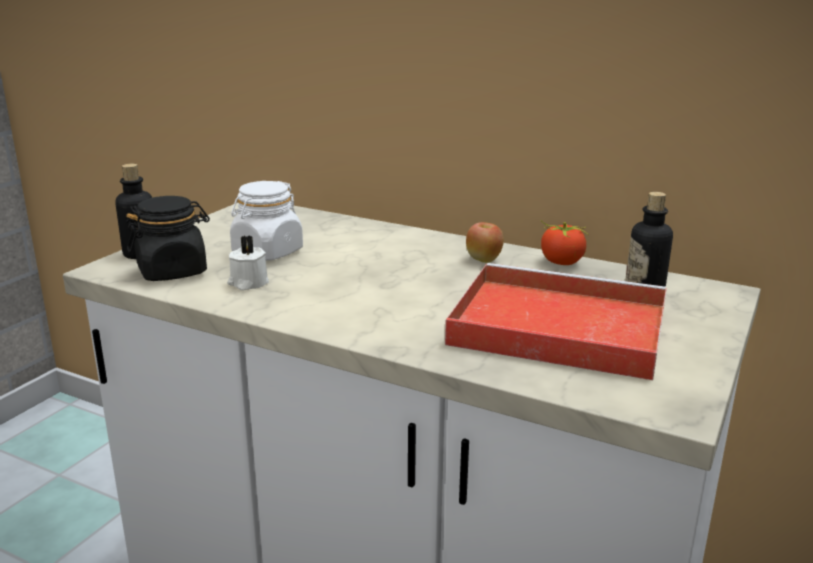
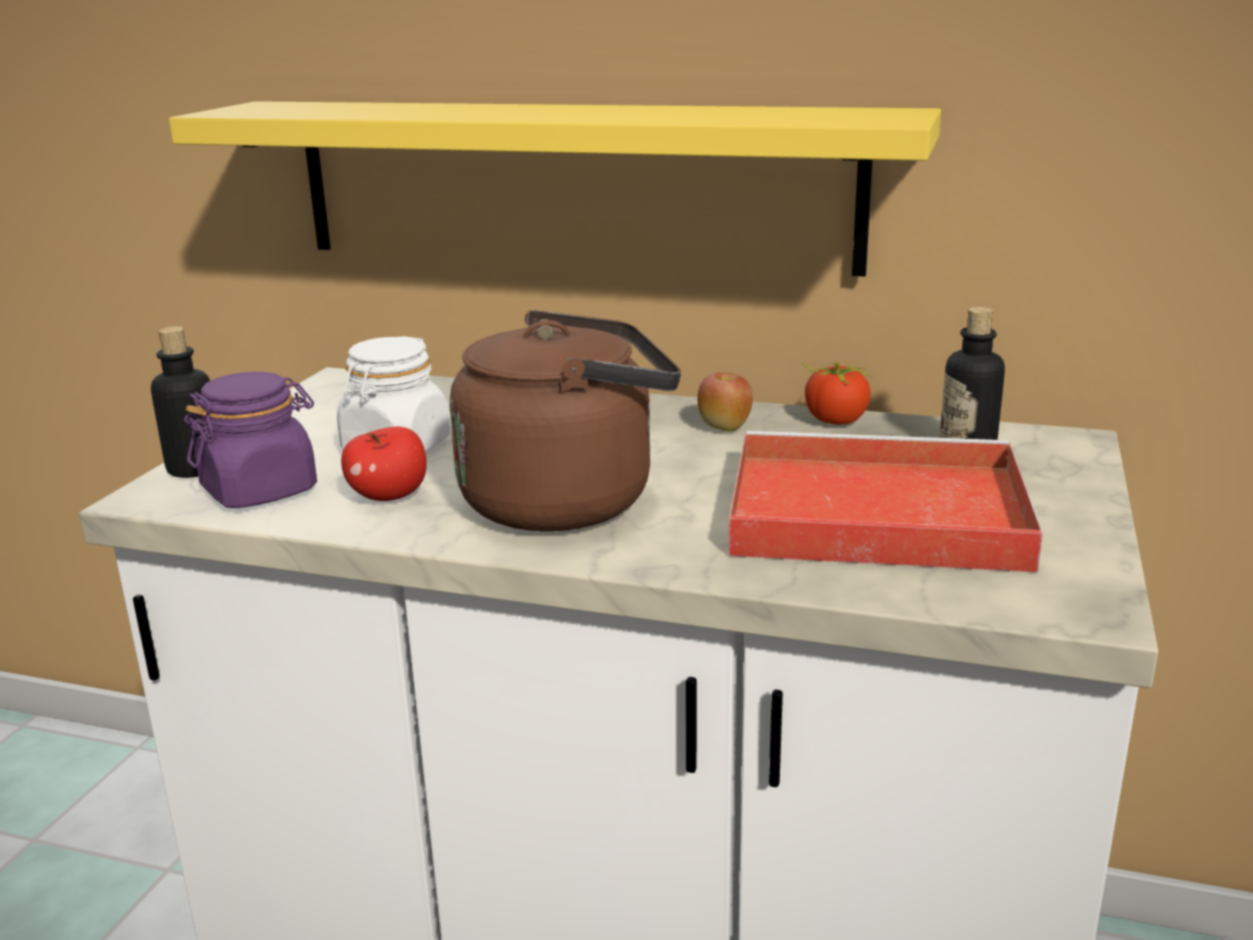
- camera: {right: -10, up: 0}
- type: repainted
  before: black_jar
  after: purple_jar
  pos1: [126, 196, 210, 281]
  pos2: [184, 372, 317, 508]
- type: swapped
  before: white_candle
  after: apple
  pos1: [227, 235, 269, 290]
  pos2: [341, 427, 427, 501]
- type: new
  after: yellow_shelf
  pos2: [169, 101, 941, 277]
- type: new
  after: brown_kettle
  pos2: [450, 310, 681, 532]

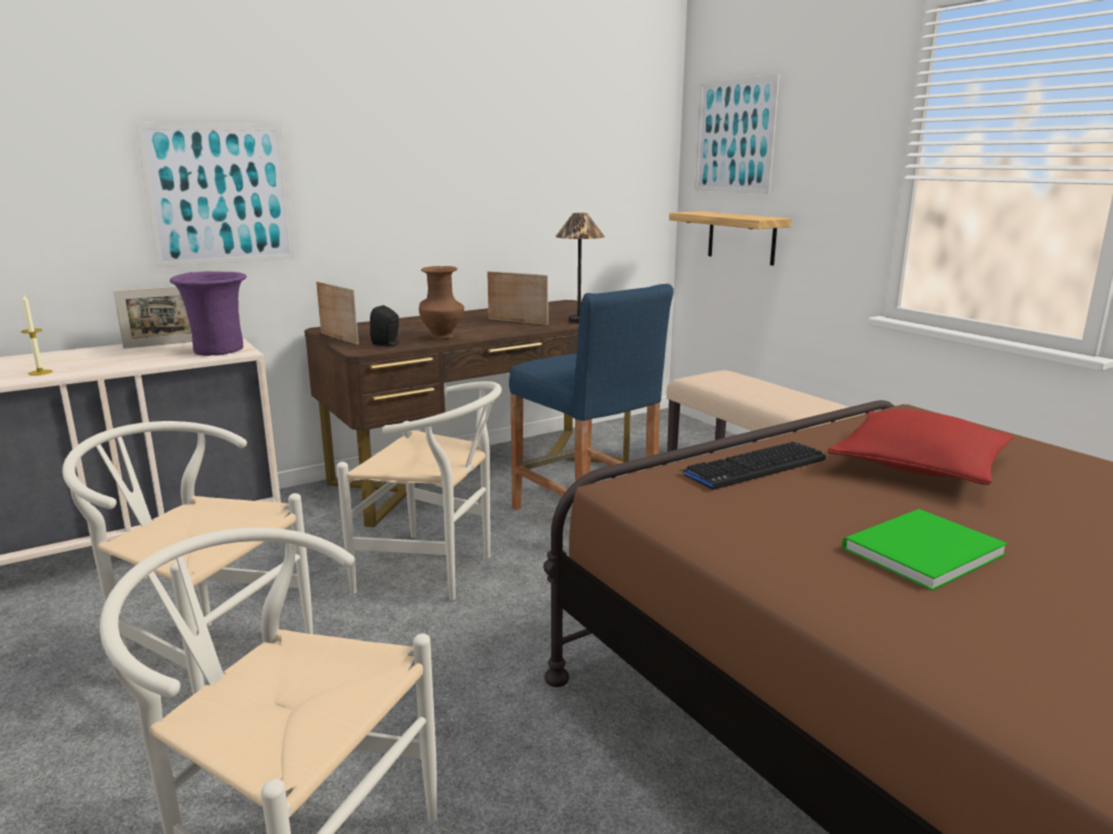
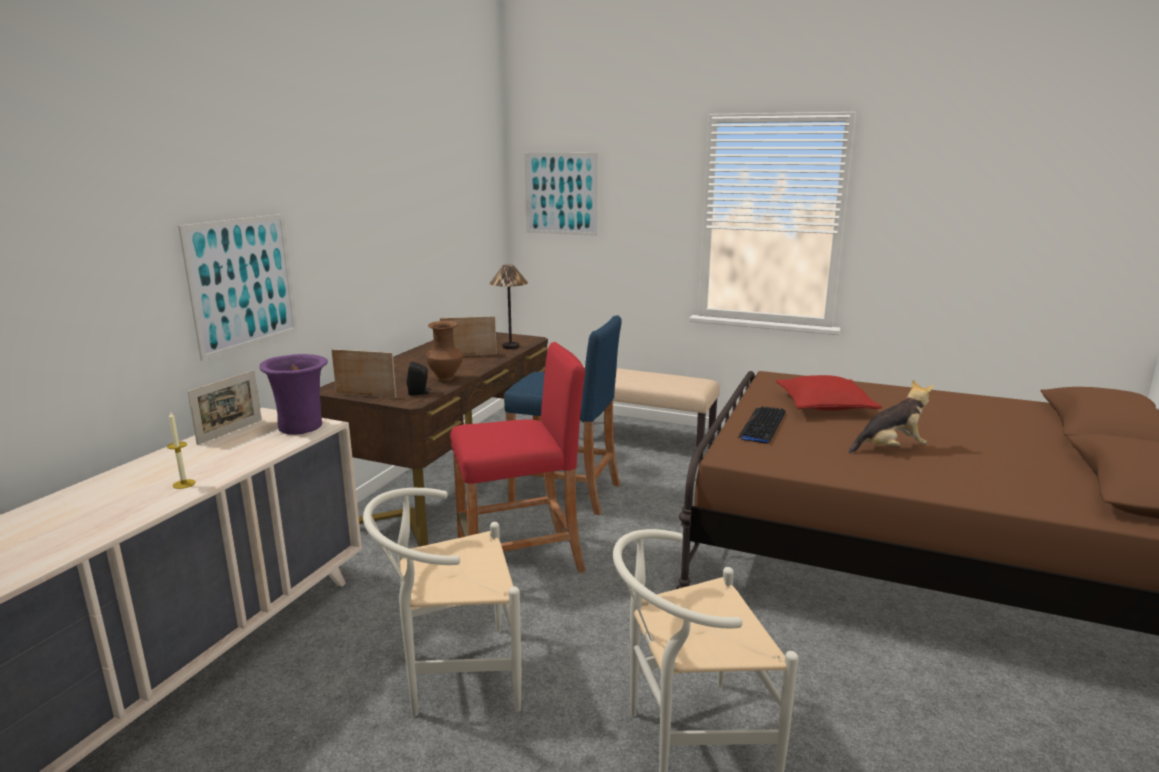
- camera: {right: -35, up: 0}
- type: swapped
  before: white_chair
  after: red_stool
  pos1: [336, 381, 502, 600]
  pos2: [450, 342, 586, 573]
- type: gone
  before: shelf
  pos1: [669, 211, 791, 265]
- type: swapped
  before: green_book
  after: plush_toy
  pos1: [842, 509, 1008, 591]
  pos2: [848, 380, 934, 454]

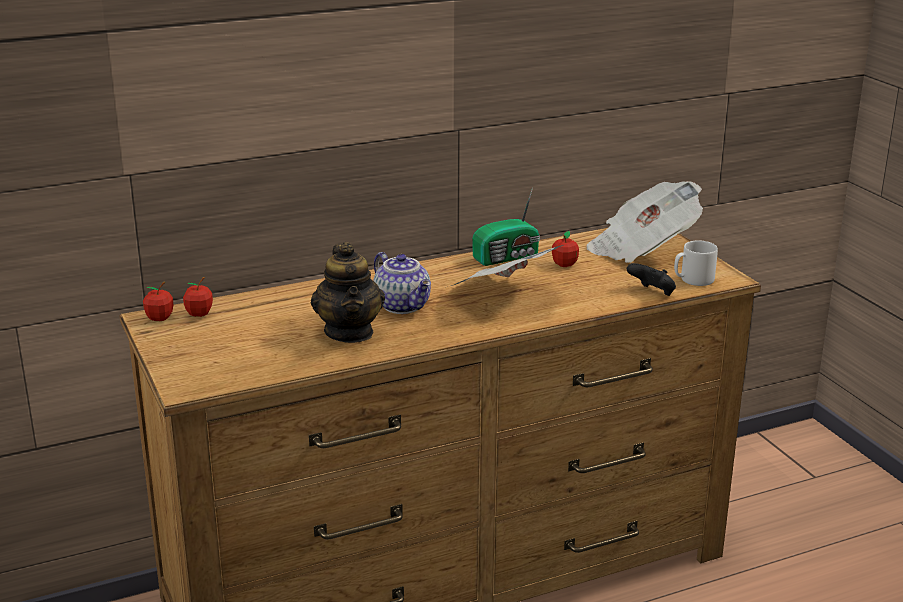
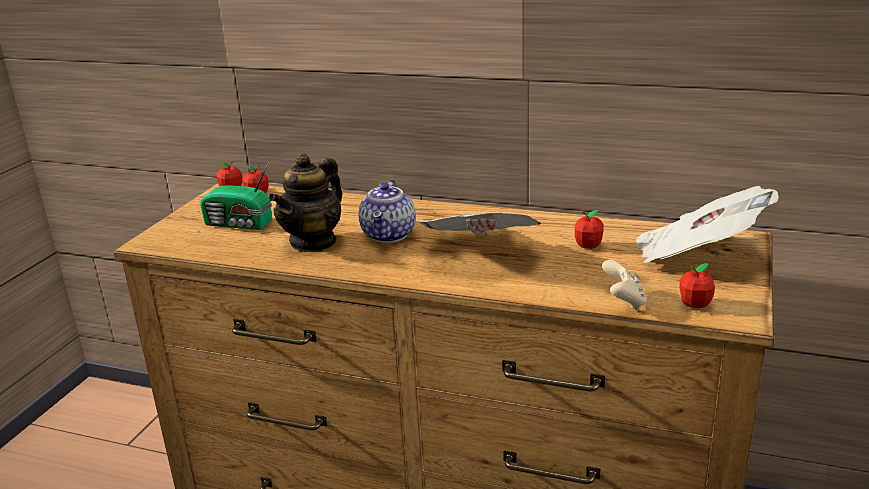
- camera: {right: 45, up: 0}
- type: shifted
  before: radio
  pos1: [472, 187, 540, 266]
  pos2: [200, 159, 272, 230]
- type: repainted
  before: black_game_controller
  after: beige_game_controller
  pos1: [627, 263, 676, 296]
  pos2: [602, 260, 647, 311]
- type: swapped
  before: white_mug
  after: apple
  pos1: [674, 240, 718, 286]
  pos2: [679, 263, 715, 308]

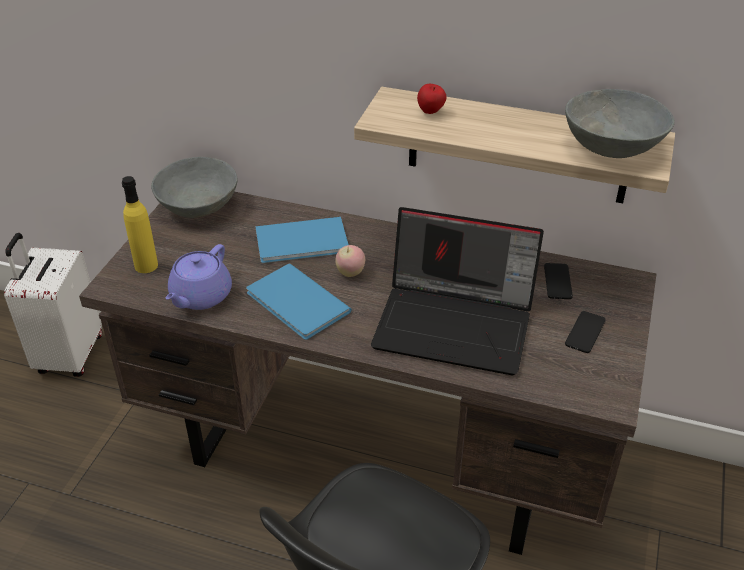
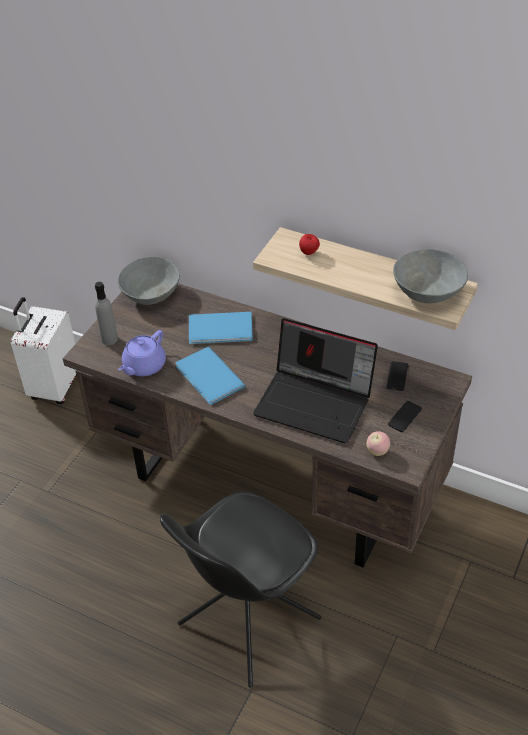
- camera: {right: 10, up: 5}
- type: repainted
  before: yellow_bottle
  after: grey_bottle
  pos1: [122, 176, 158, 273]
  pos2: [95, 282, 118, 345]
- type: shifted
  before: apple
  pos1: [335, 245, 365, 277]
  pos2: [366, 431, 390, 456]

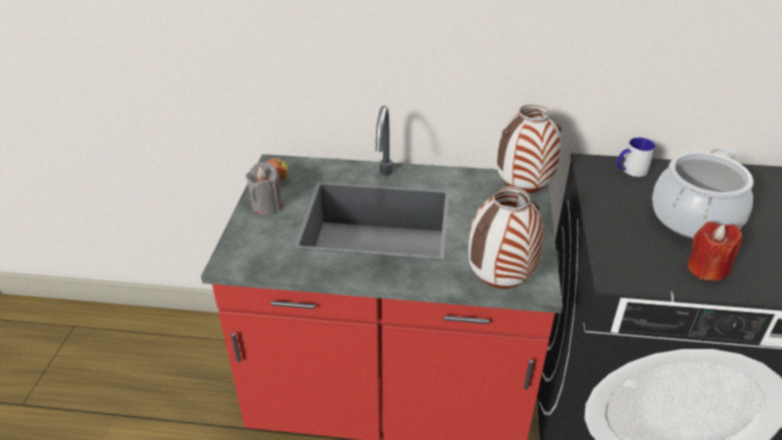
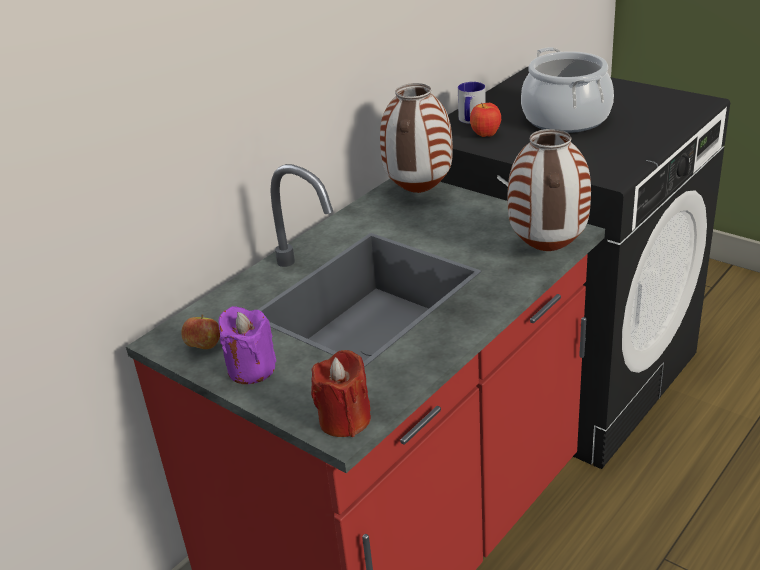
- camera: {right: -55, up: -5}
- type: repainted
  before: grey_candle
  after: purple_candle
  pos1: [246, 162, 283, 215]
  pos2: [219, 306, 276, 384]
- type: shifted
  before: red_candle
  pos1: [687, 222, 742, 281]
  pos2: [311, 350, 371, 437]
- type: new
  after: apple
  pos2: [470, 103, 501, 137]

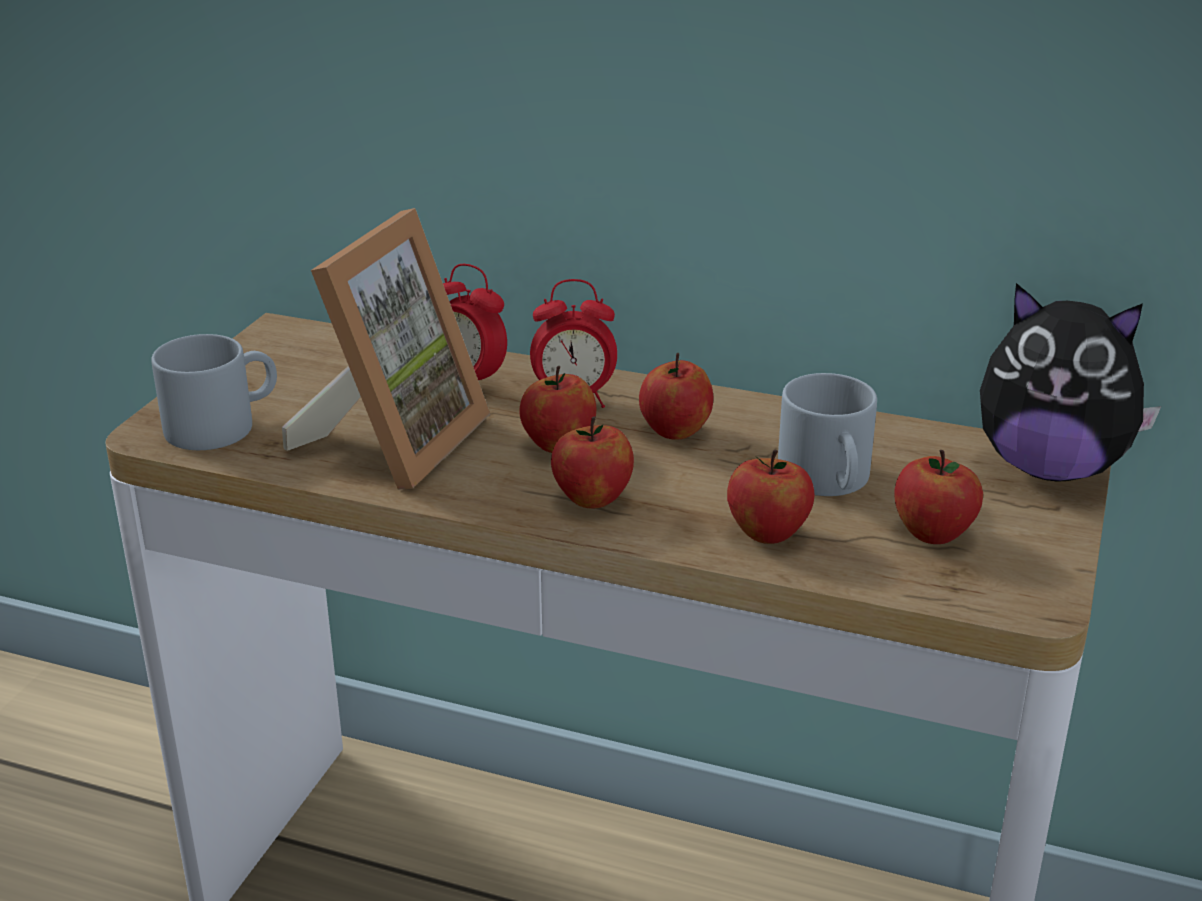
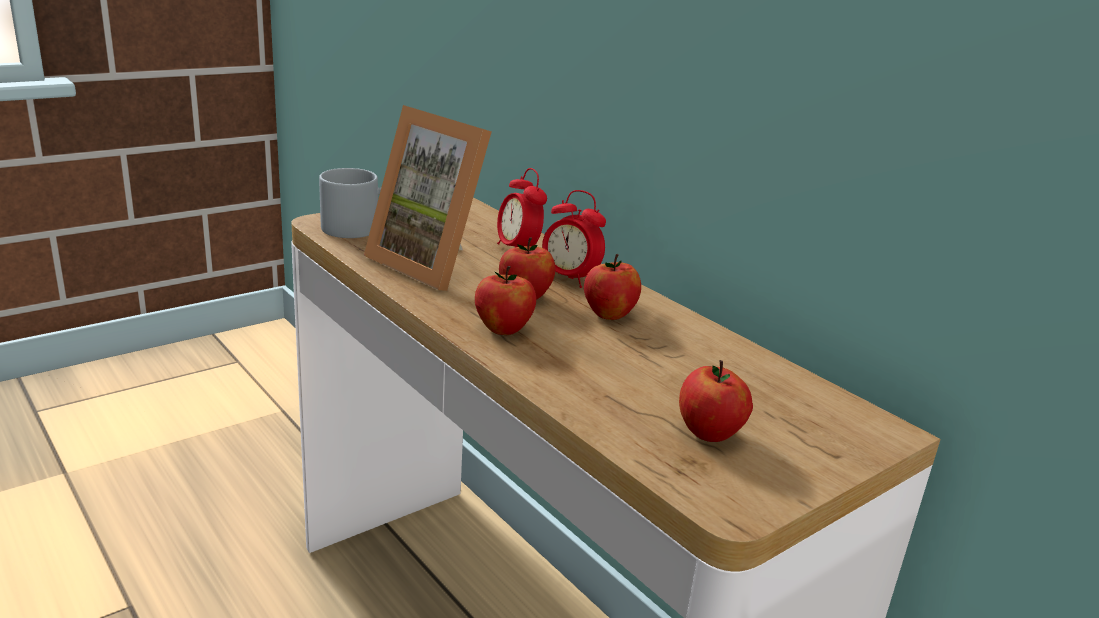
- camera: {right: 30, up: -5}
- type: rotated
  before: picture_frame
  pos1: [282, 208, 490, 490]
  pos2: [364, 105, 491, 291]
  turn: 75
- type: gone
  before: apple
  pos1: [727, 450, 814, 544]
- type: gone
  before: grey_mug
  pos1: [778, 373, 877, 496]
- type: gone
  before: plush_toy
  pos1: [980, 283, 1161, 482]

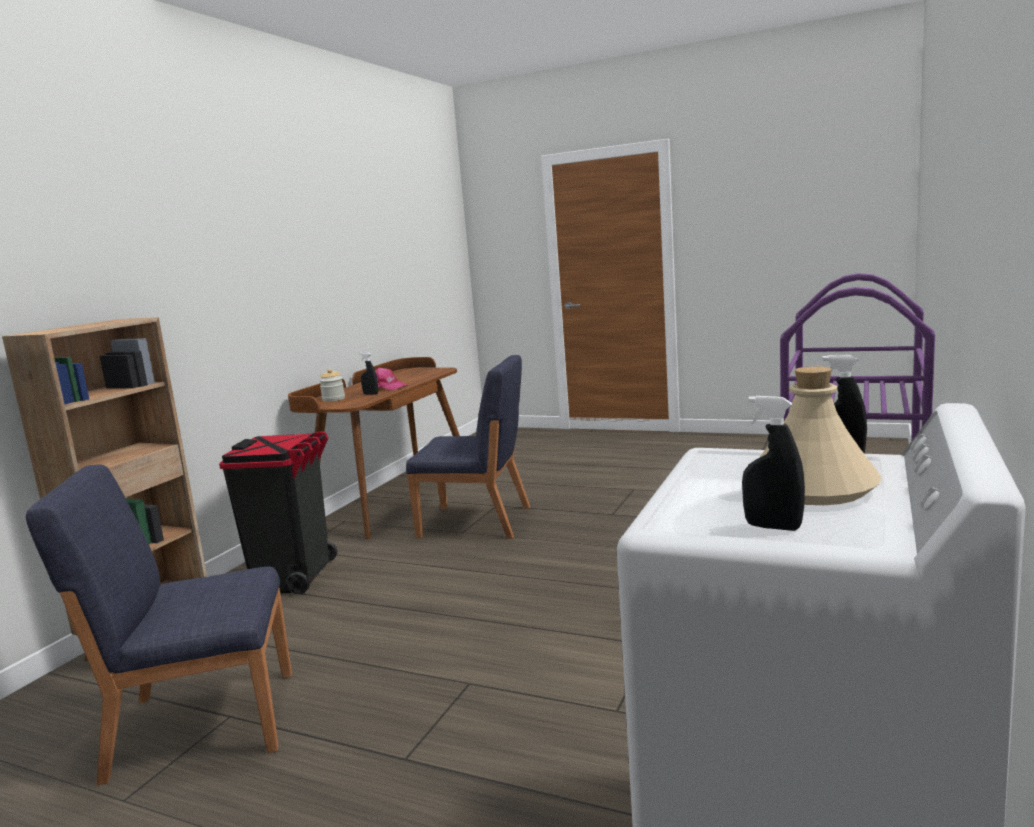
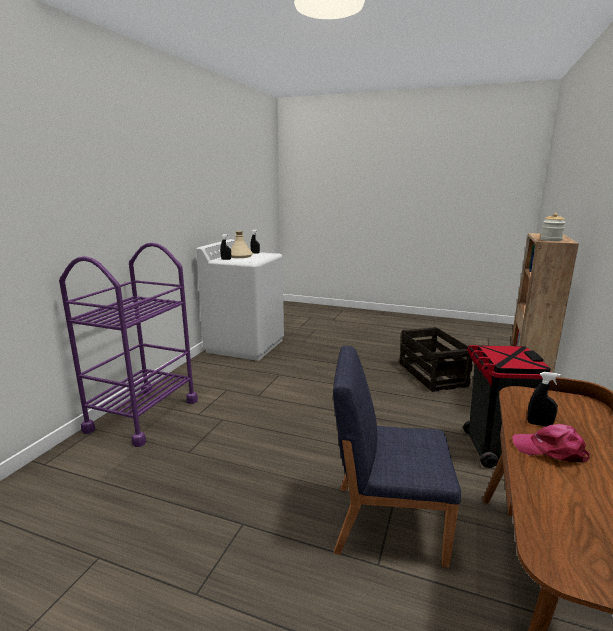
- camera: {right: 175, up: 5}
- type: swapped
  before: blue_chair
  after: crate
  pos1: [26, 464, 292, 785]
  pos2: [399, 327, 473, 392]
- type: shifted
  before: jar
  pos1: [319, 369, 345, 402]
  pos2: [540, 213, 565, 241]

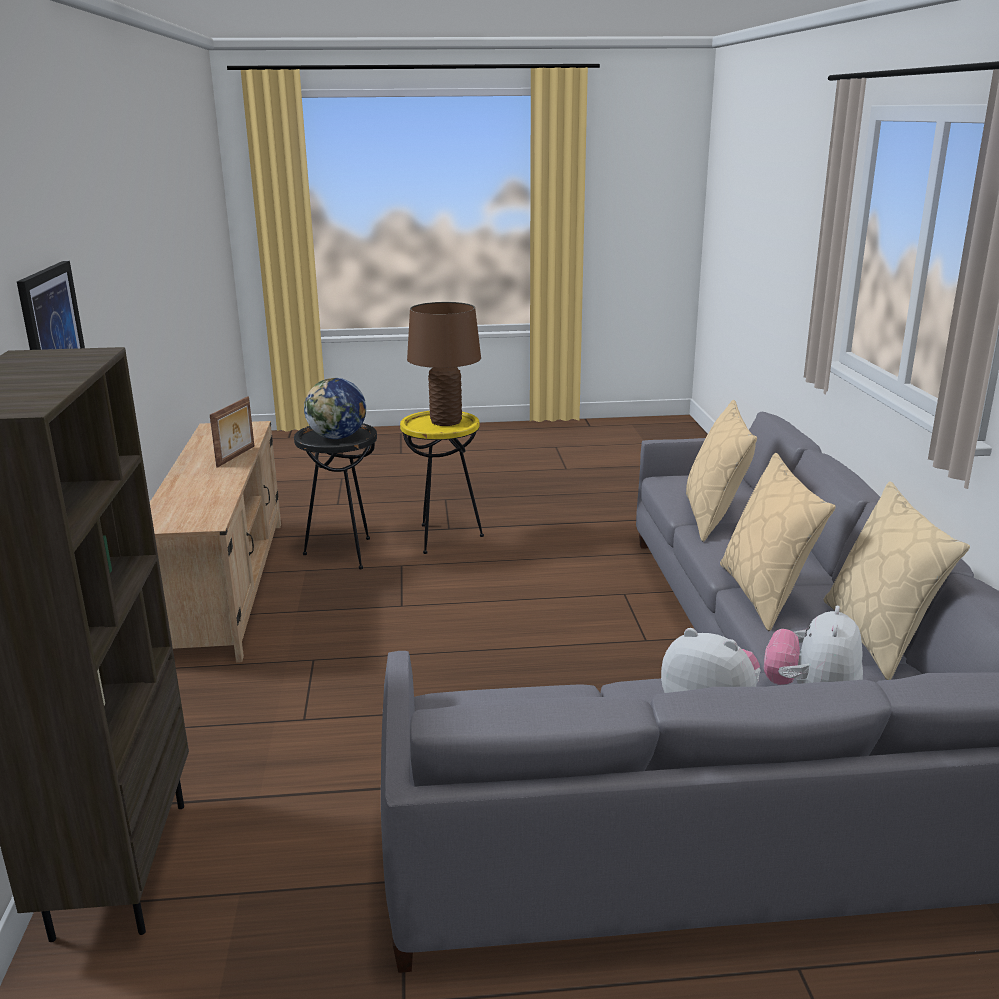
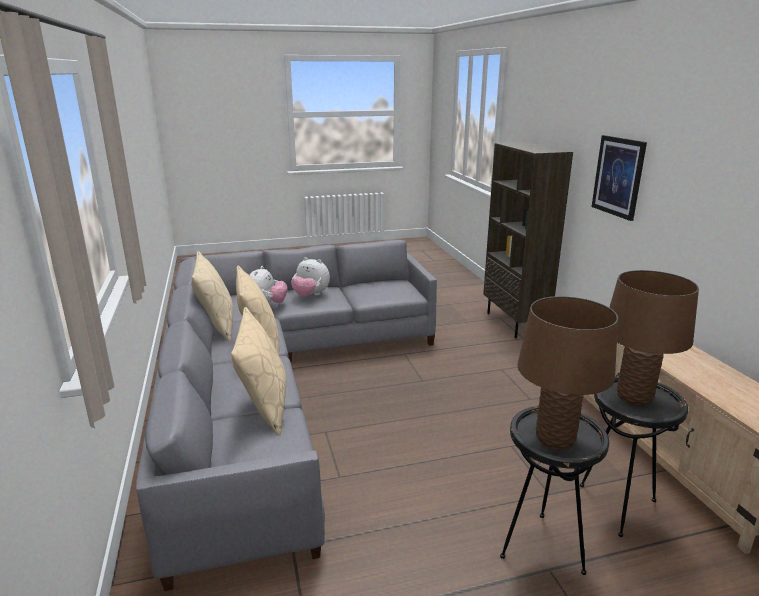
- camera: {right: 170, up: 0}
- type: gone
  before: picture_frame
  pos1: [210, 396, 254, 468]
- type: swapped
  before: globe
  after: brown_table_lamp
  pos1: [304, 378, 366, 439]
  pos2: [609, 270, 699, 406]
- type: repainted
  before: yellow_side_table
  after: black_side_table
  pos1: [400, 411, 484, 554]
  pos2: [500, 406, 609, 575]

